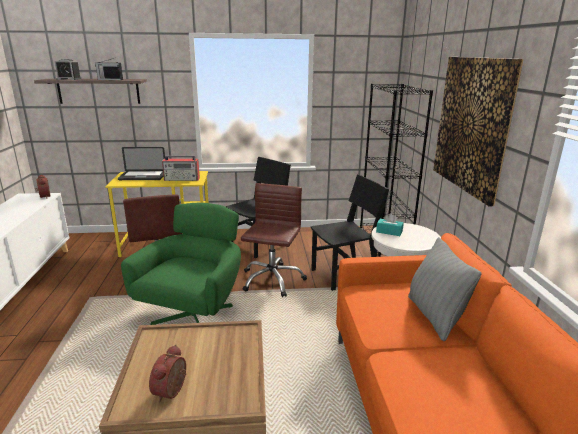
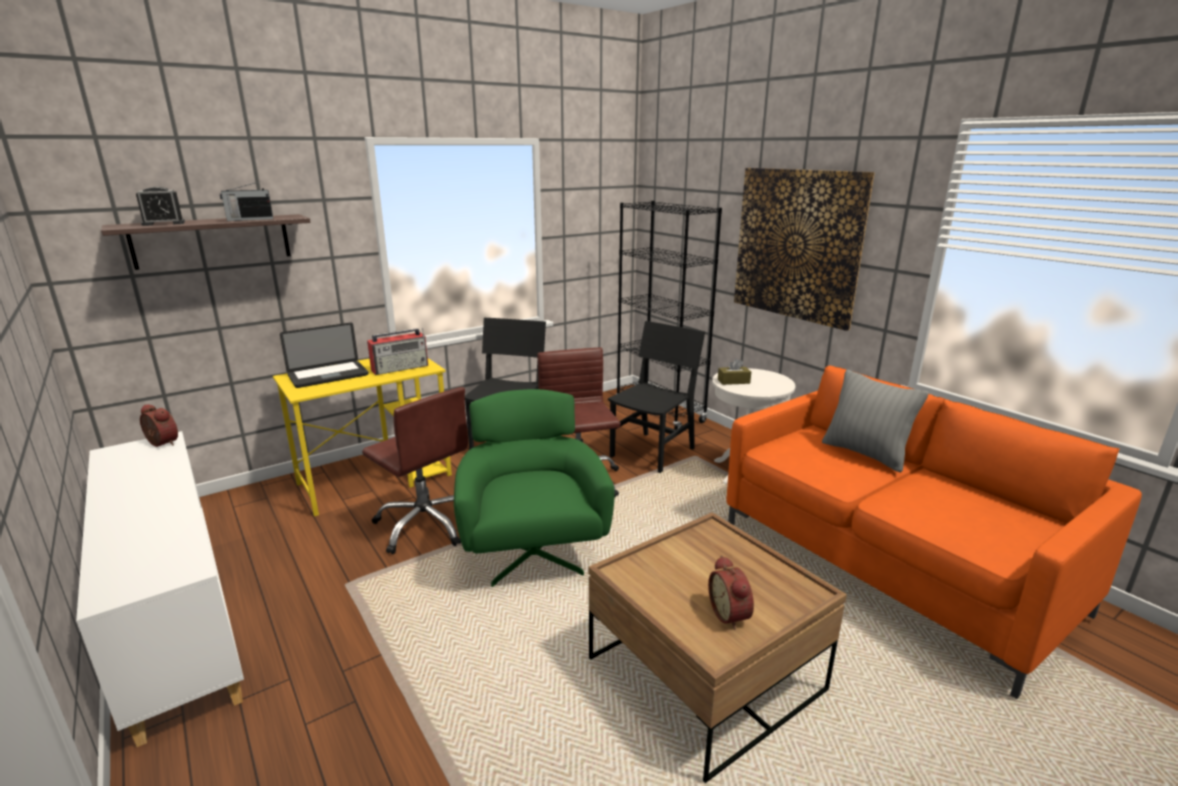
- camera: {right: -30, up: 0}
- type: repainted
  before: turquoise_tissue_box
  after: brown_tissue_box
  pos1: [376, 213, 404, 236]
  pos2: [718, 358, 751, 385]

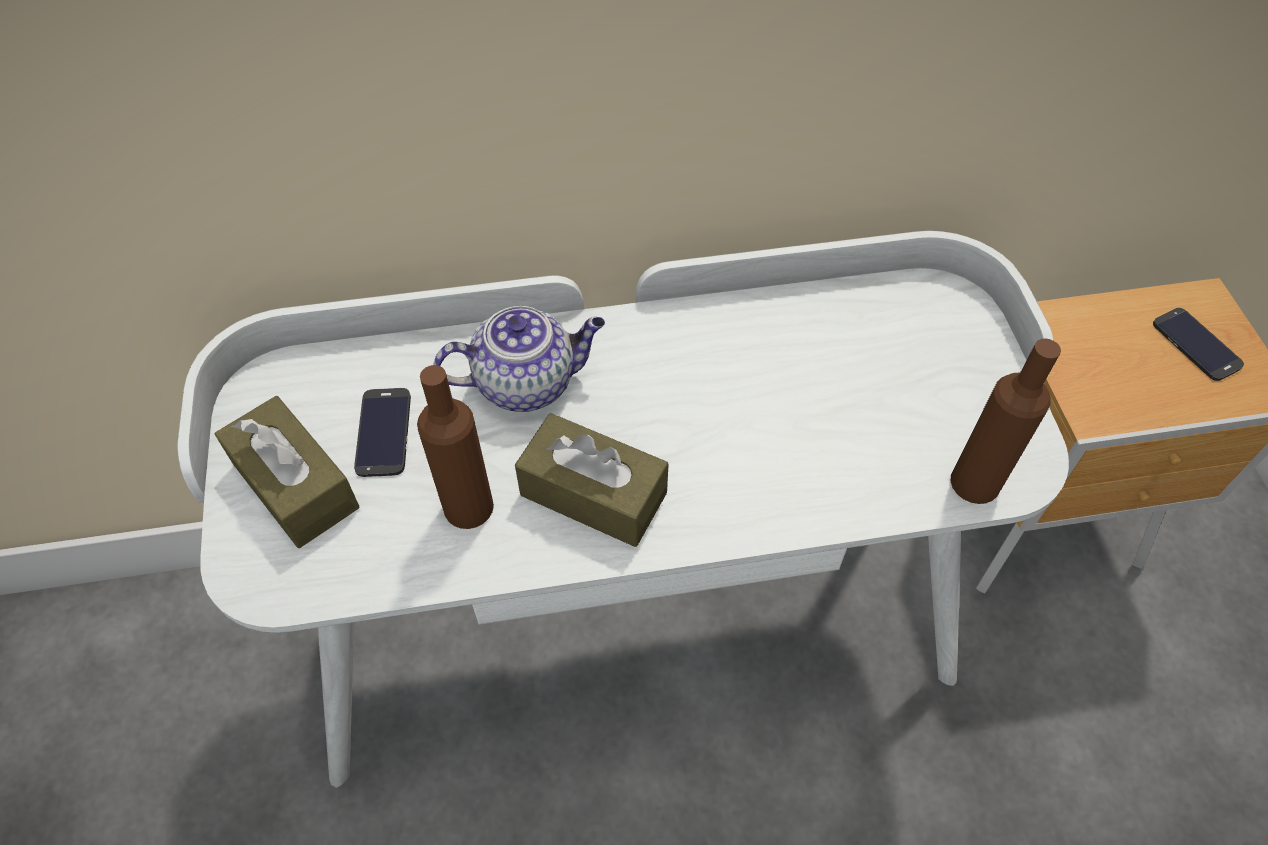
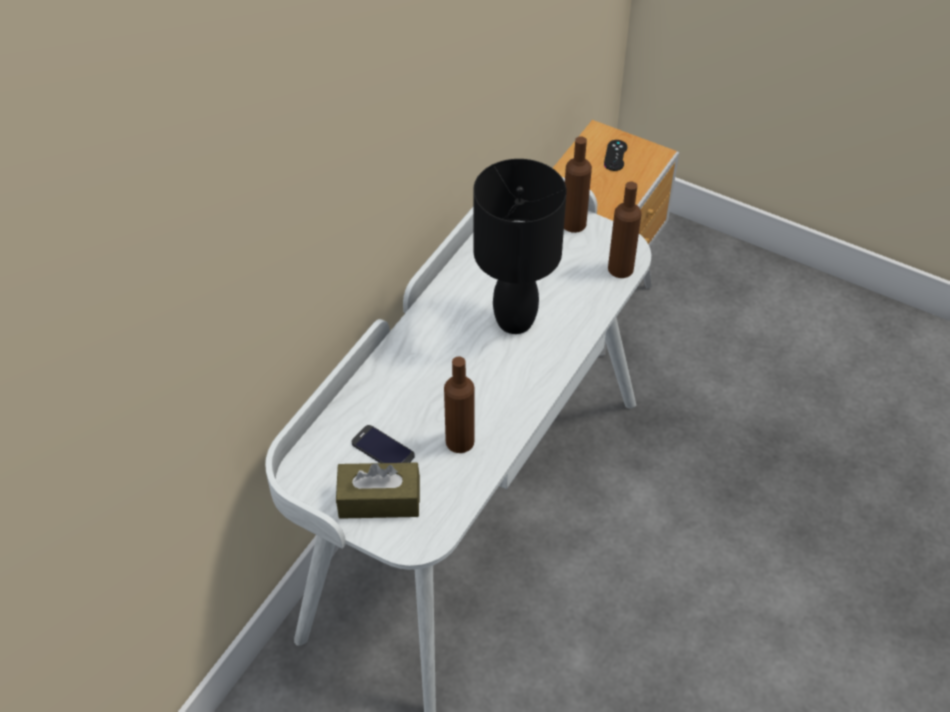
- camera: {right: -50, up: -5}
- type: gone
  before: teapot
  pos1: [433, 306, 605, 412]
- type: gone
  before: brown_tissue_box
  pos1: [515, 413, 669, 547]
- type: swapped
  before: phone
  after: black_game_controller
  pos1: [1153, 308, 1244, 381]
  pos2: [604, 140, 627, 171]
- type: new
  after: black_table_lamp
  pos2: [473, 159, 567, 334]
- type: new
  after: brown_bottle
  pos2: [564, 136, 592, 233]

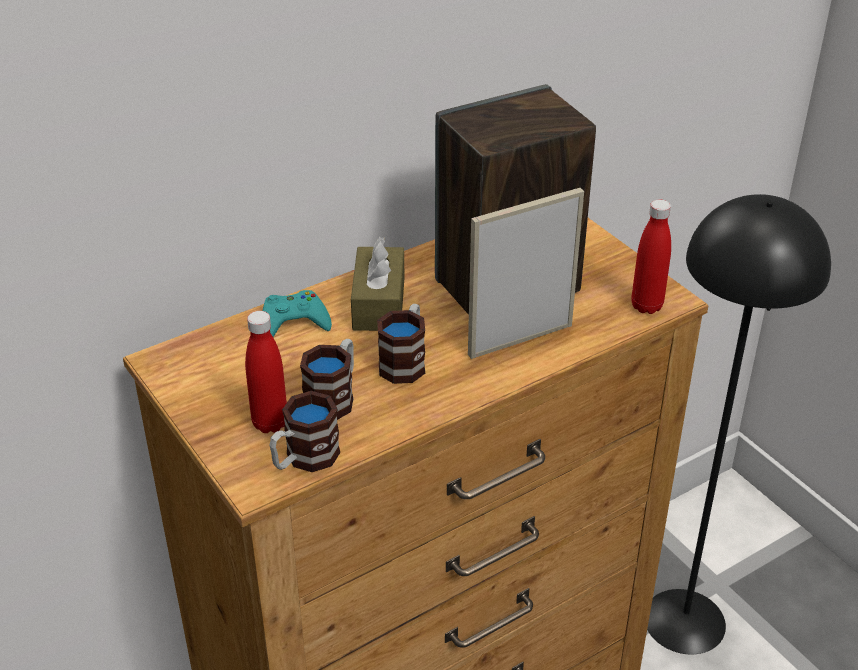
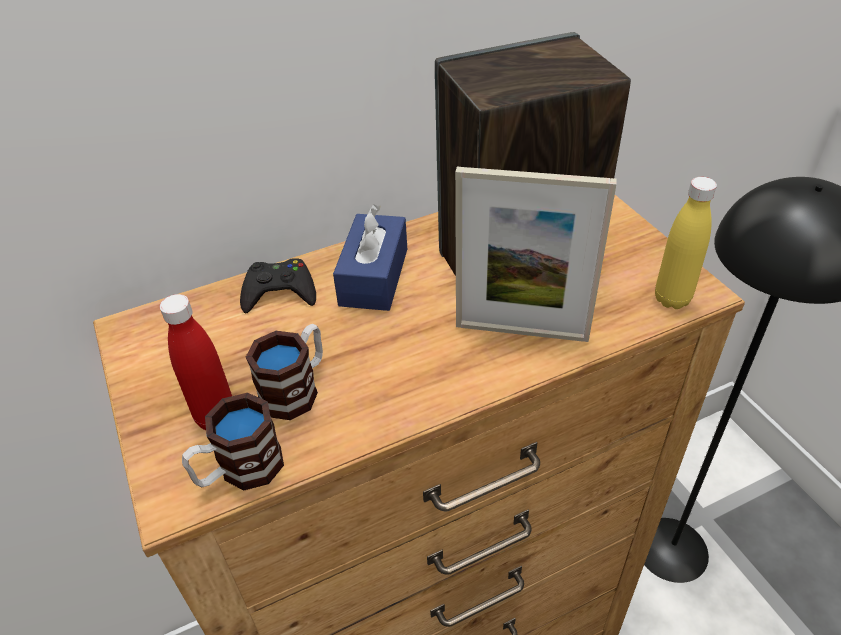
- camera: {right: 10, up: 5}
- type: repainted
  before: turquoise_game_controller
  after: black_game_controller
  pos1: [263, 290, 332, 337]
  pos2: [240, 258, 316, 313]
- type: repainted
  before: brown_tissue_box
  after: blue_tissue_box
  pos1: [351, 237, 405, 331]
  pos2: [333, 204, 407, 311]
- type: gone
  before: mug
  pos1: [377, 304, 425, 384]
- type: rotated
  before: picture_frame
  pos1: [468, 188, 584, 359]
  pos2: [455, 167, 617, 342]
  turn: -150
- type: repainted
  before: red_bottle
  after: yellow_bottle
  pos1: [631, 199, 671, 314]
  pos2: [655, 177, 717, 309]

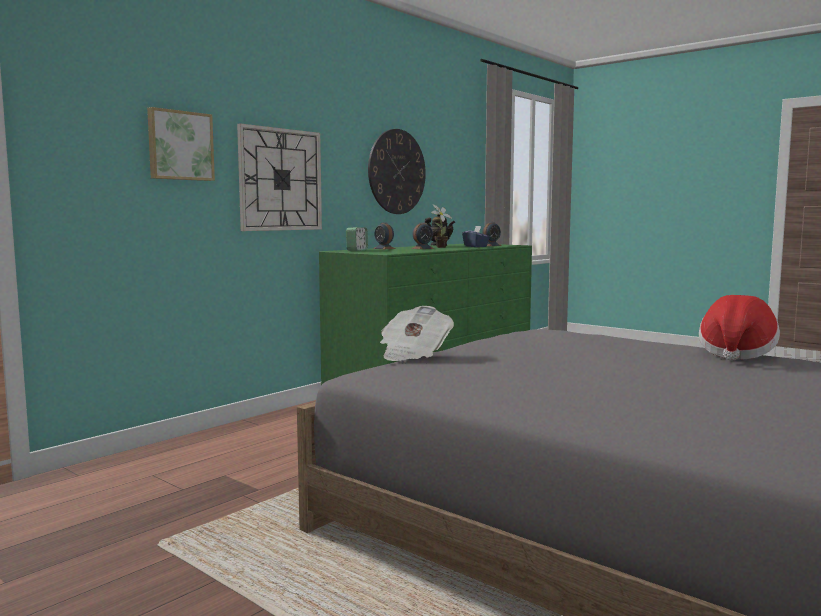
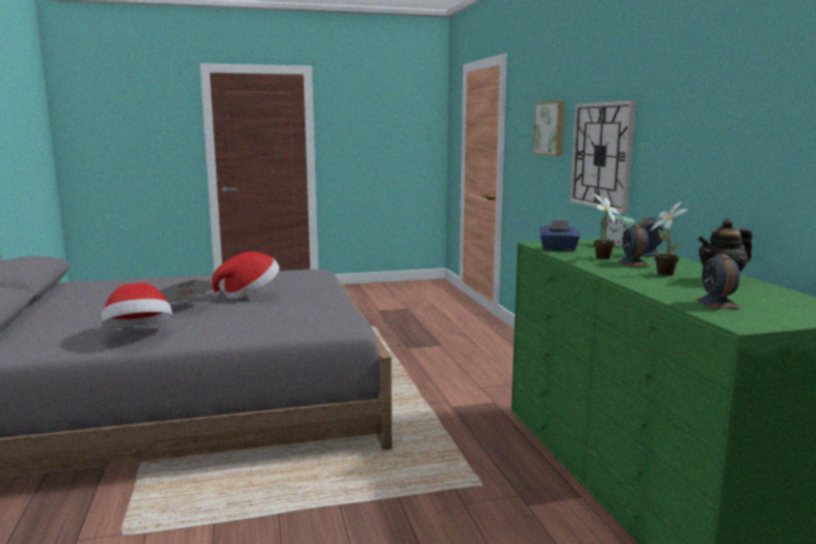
- camera: {right: 125, up: 5}
- type: gone
  before: wall_clock
  pos1: [368, 129, 426, 214]
- type: shifted
  before: newspaper
  pos1: [380, 306, 454, 361]
  pos2: [159, 280, 212, 303]
- type: shifted
  before: blue_tissue_box
  pos1: [462, 226, 490, 247]
  pos2: [539, 220, 580, 251]
- type: new
  after: hat
  pos2: [212, 252, 279, 299]
- type: new
  after: potted_plant
  pos2: [594, 194, 620, 259]

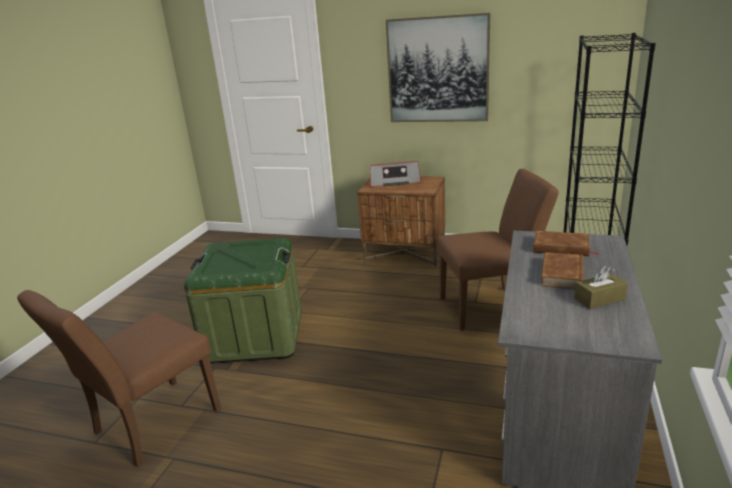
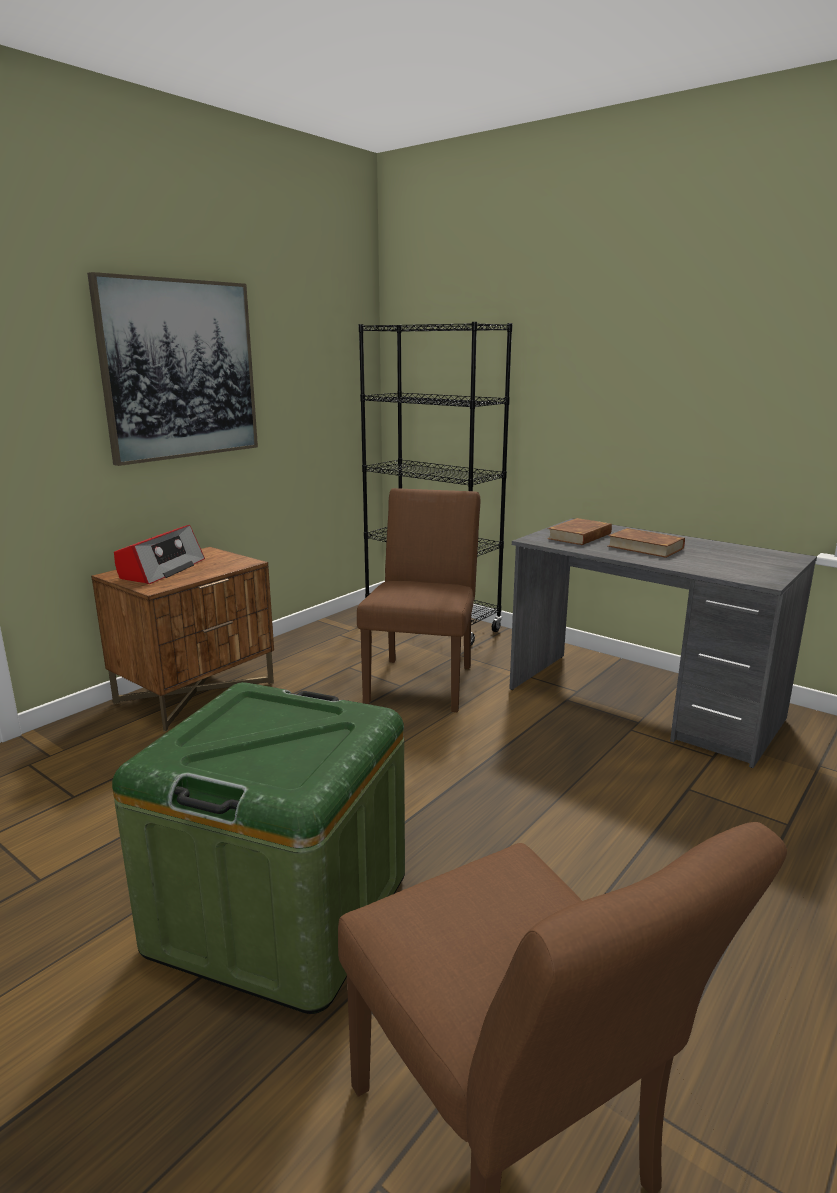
- camera: {right: -70, up: -5}
- type: gone
  before: brown_tissue_box
  pos1: [574, 266, 628, 309]

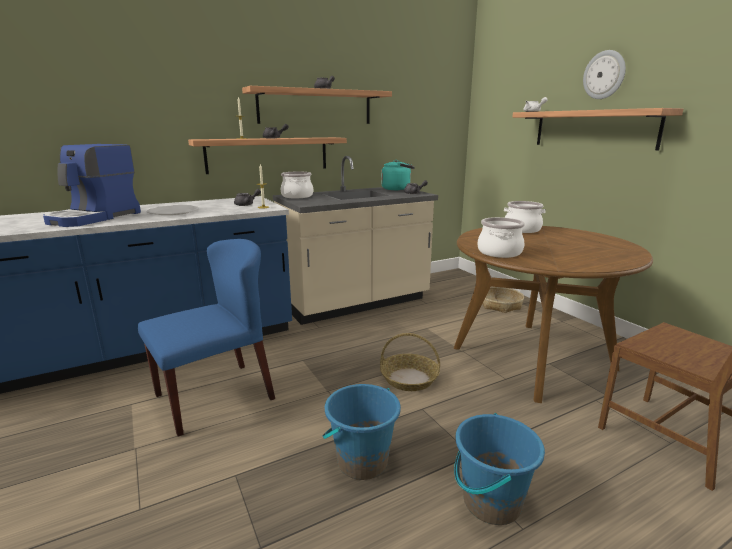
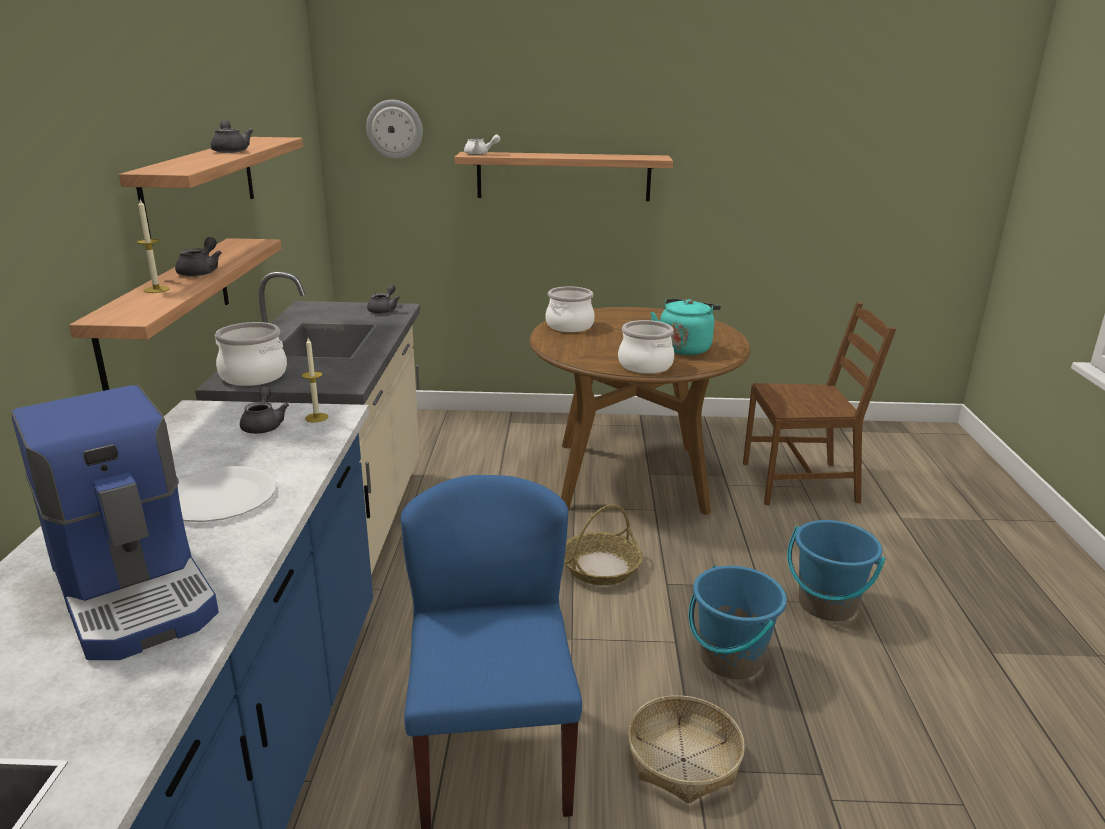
- camera: {right: -60, up: 5}
- type: shifted
  before: turquoise_kettle
  pos1: [381, 160, 415, 190]
  pos2: [650, 298, 721, 355]
- type: shifted
  before: basket
  pos1: [482, 287, 524, 313]
  pos2: [627, 695, 745, 804]
- type: shifted
  before: wall_clock
  pos1: [583, 50, 626, 99]
  pos2: [366, 100, 423, 159]

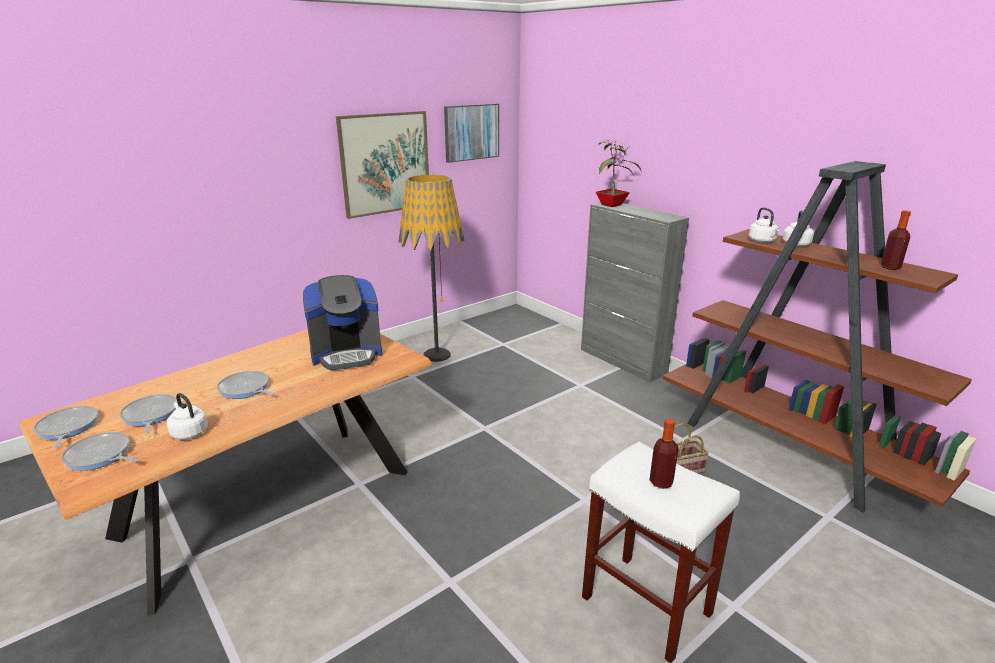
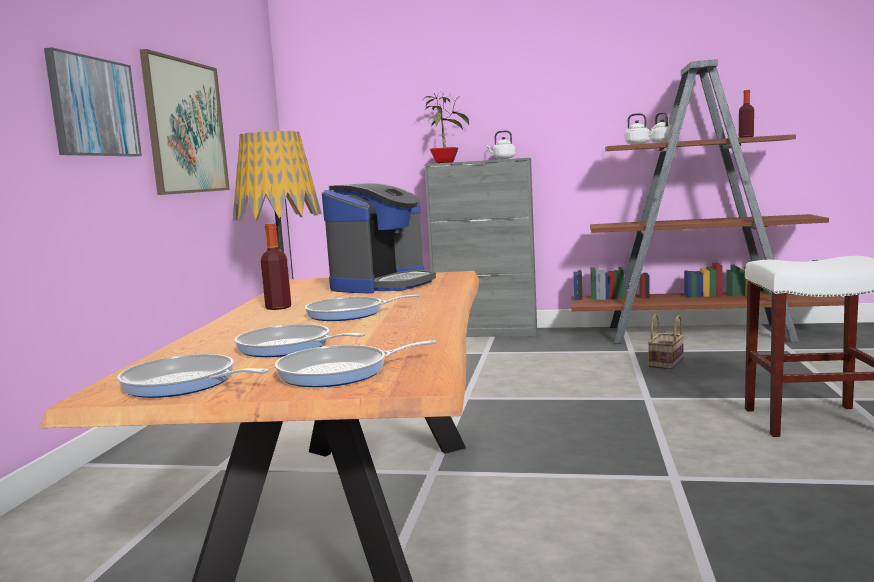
- camera: {right: -40, up: -15}
- type: shifted
  before: white_kettle
  pos1: [167, 393, 208, 440]
  pos2: [486, 130, 515, 159]
- type: shifted
  before: picture
  pos1: [444, 104, 499, 163]
  pos2: [44, 47, 142, 157]
- type: shifted
  before: bottle
  pos1: [650, 419, 679, 489]
  pos2: [261, 223, 291, 310]

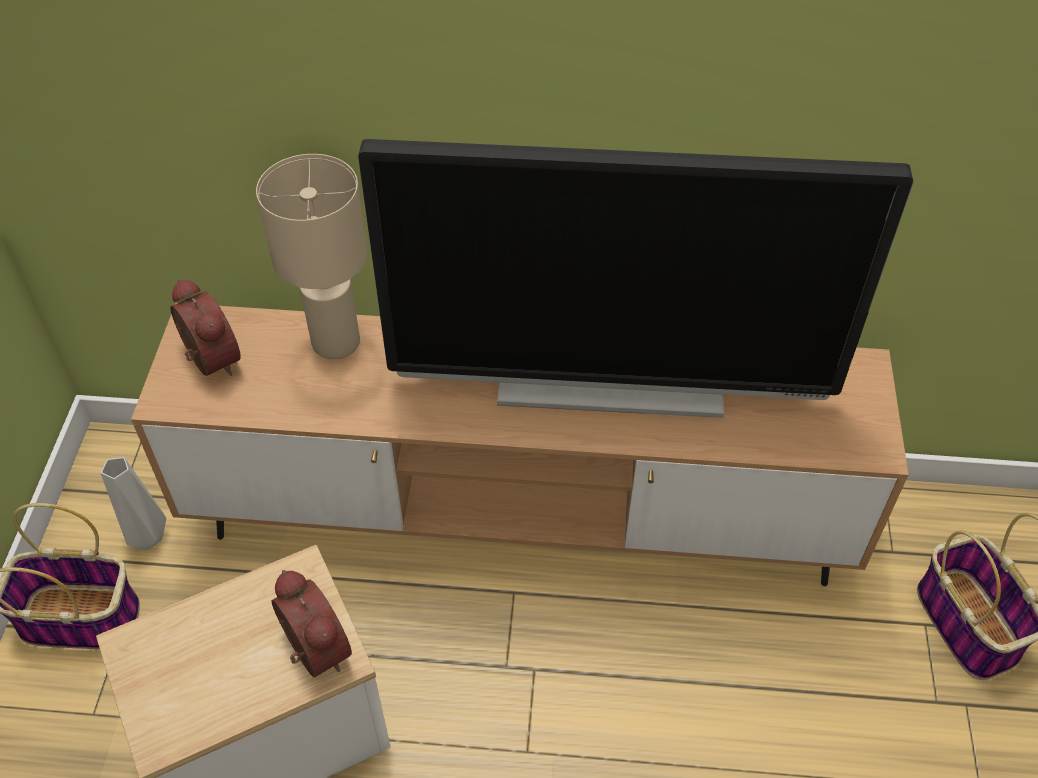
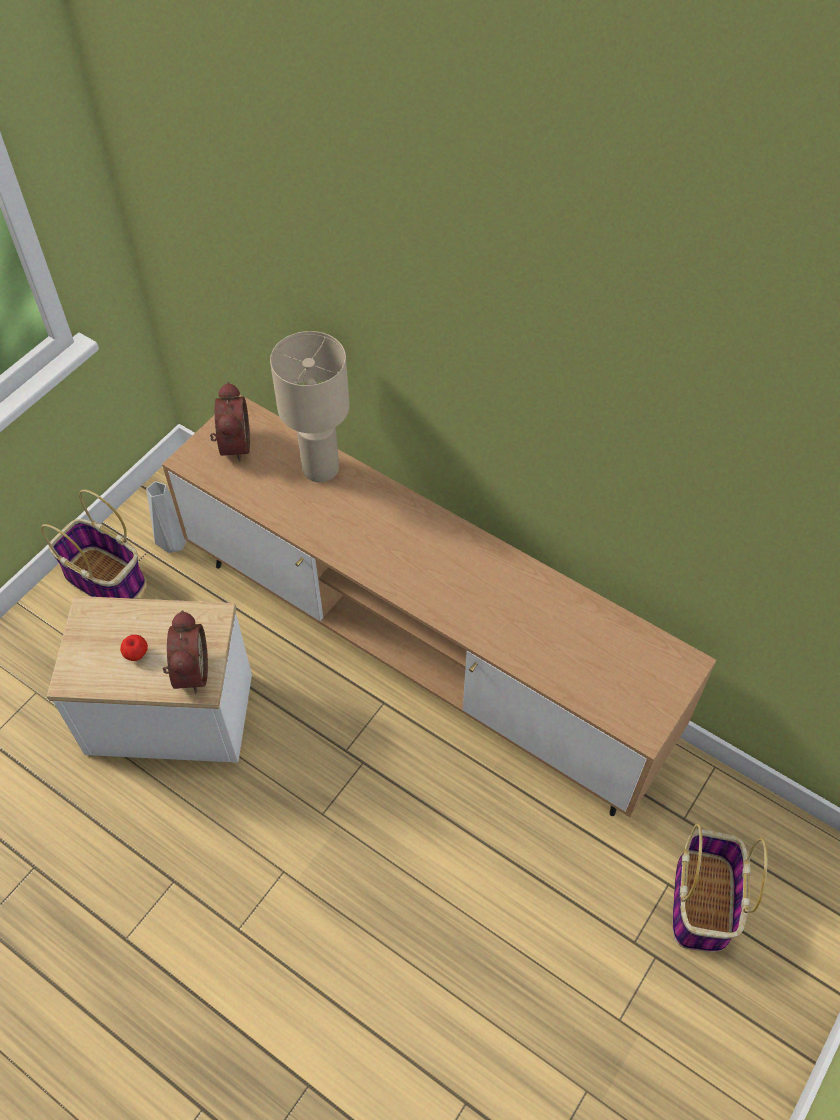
- camera: {right: 30, up: 5}
- type: gone
  before: television
  pos1: [358, 139, 913, 418]
- type: new
  after: apple
  pos2: [120, 635, 148, 661]

